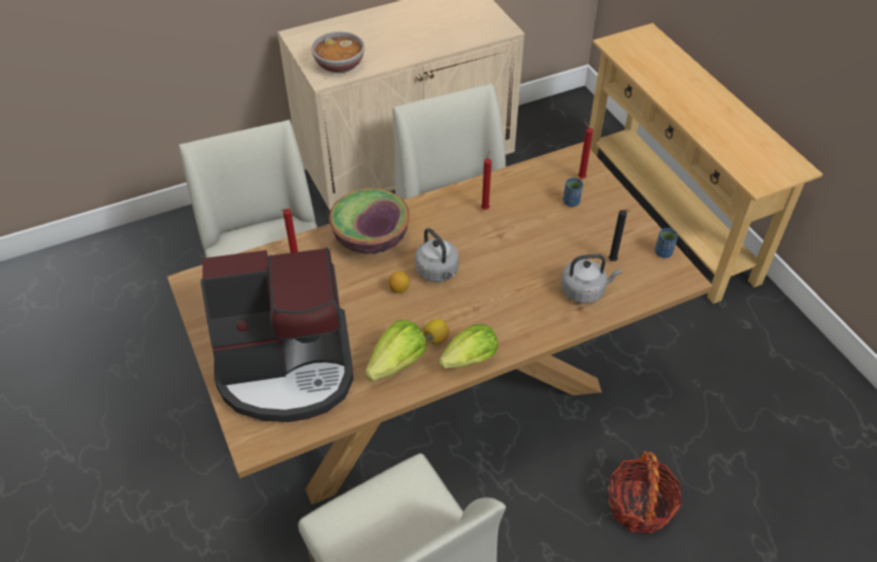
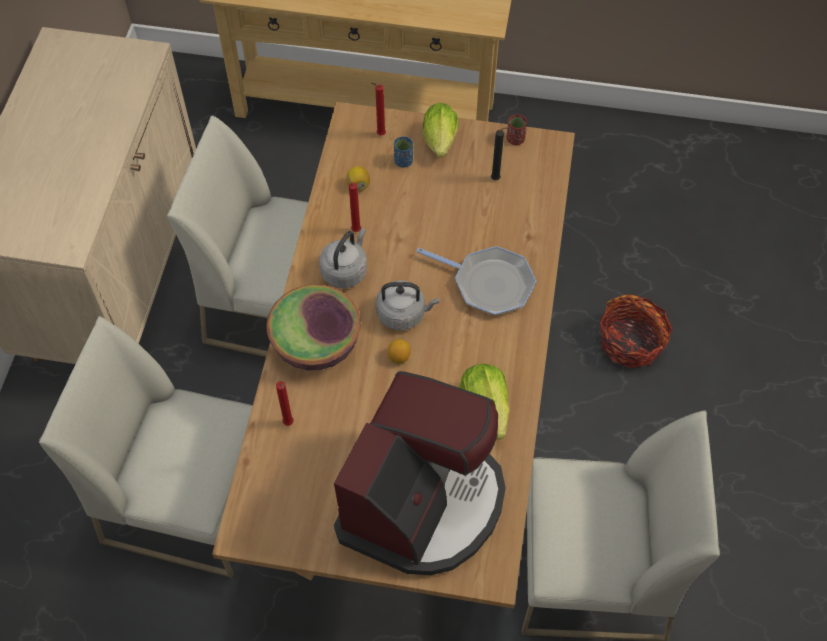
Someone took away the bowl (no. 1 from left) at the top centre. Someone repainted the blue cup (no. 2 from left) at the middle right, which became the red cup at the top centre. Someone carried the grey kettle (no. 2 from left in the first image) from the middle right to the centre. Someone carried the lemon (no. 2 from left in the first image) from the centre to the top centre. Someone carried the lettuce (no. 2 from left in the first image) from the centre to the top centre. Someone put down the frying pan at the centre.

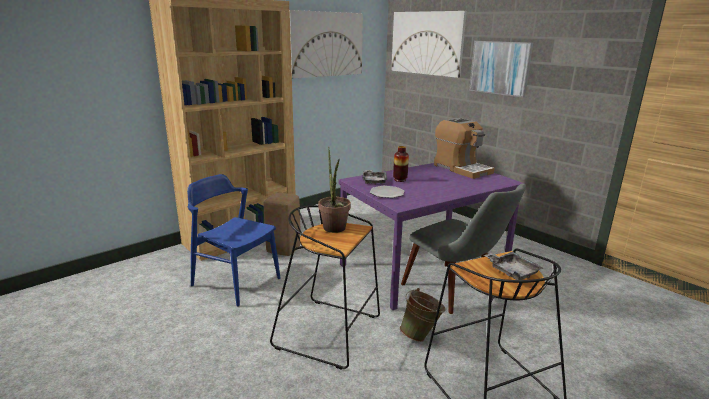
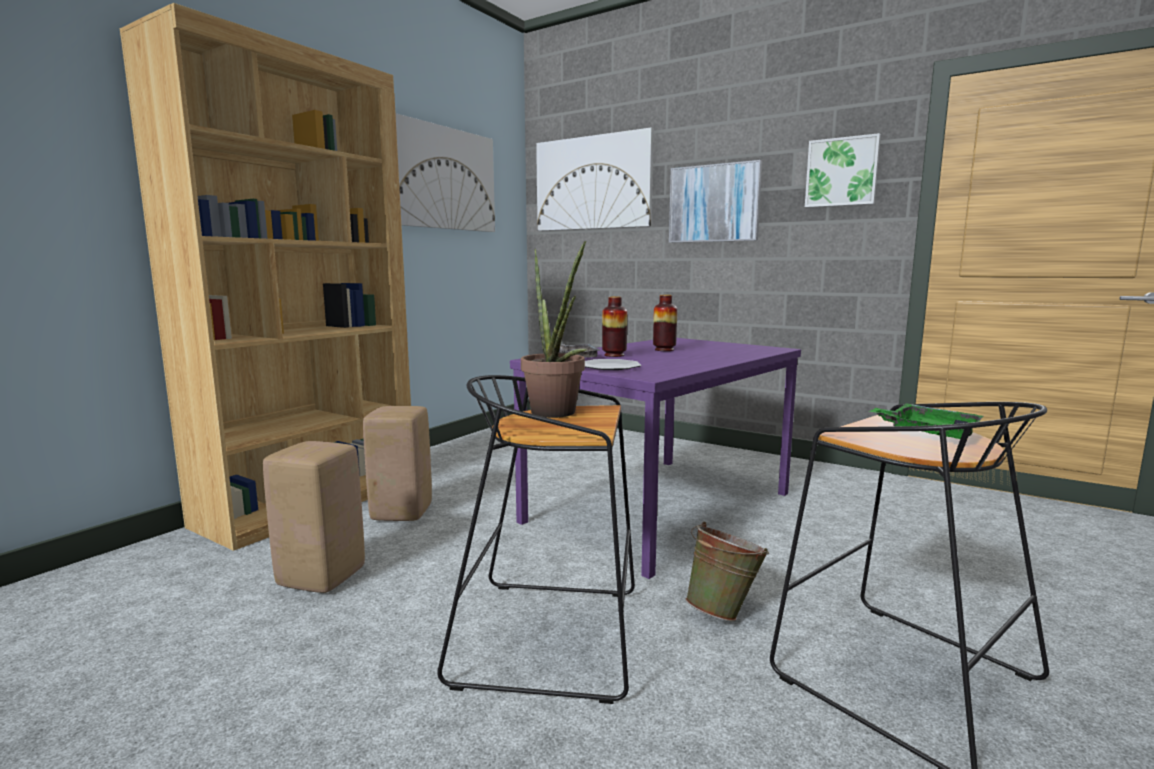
Someone took away the coffee machine at the centre. Someone swapped the blue chair at the middle left for the beige stool (no. 1 from left) at the bottom left. Someone took away the grey chair at the centre. Someone repainted the grey tray (no. 2 from left) at the bottom right, which became the green tray at the middle right. Someone put up the picture (no. 4 from left) at the top right. Someone put down the vase (no. 2 from left) at the centre.

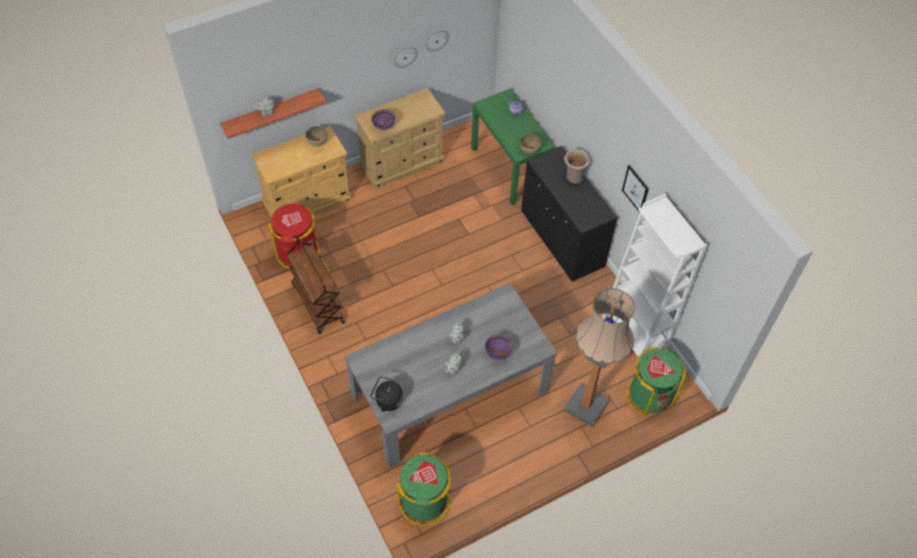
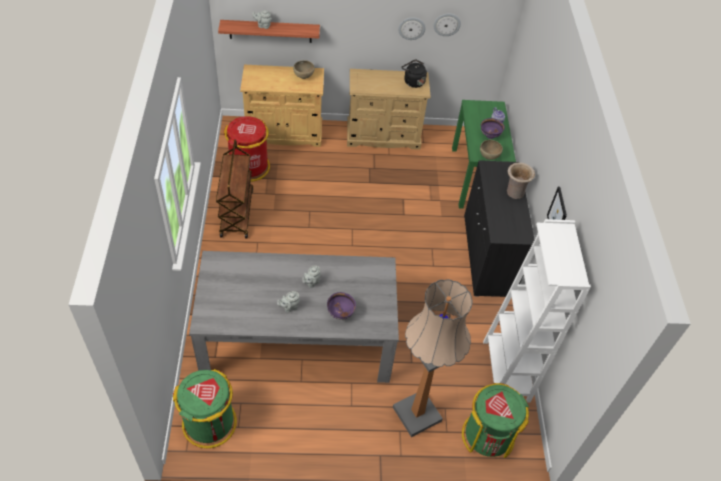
Someone carried the purple bowl (no. 1 from left in the first image) from the top centre to the top right. Someone carried the black kettle from the bottom centre to the top centre.

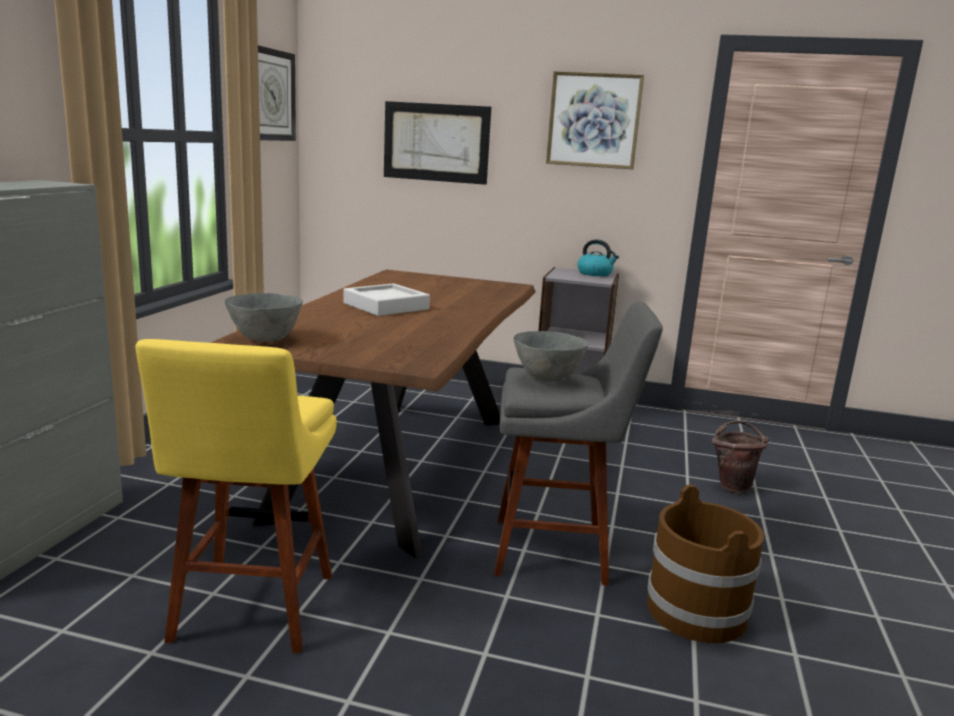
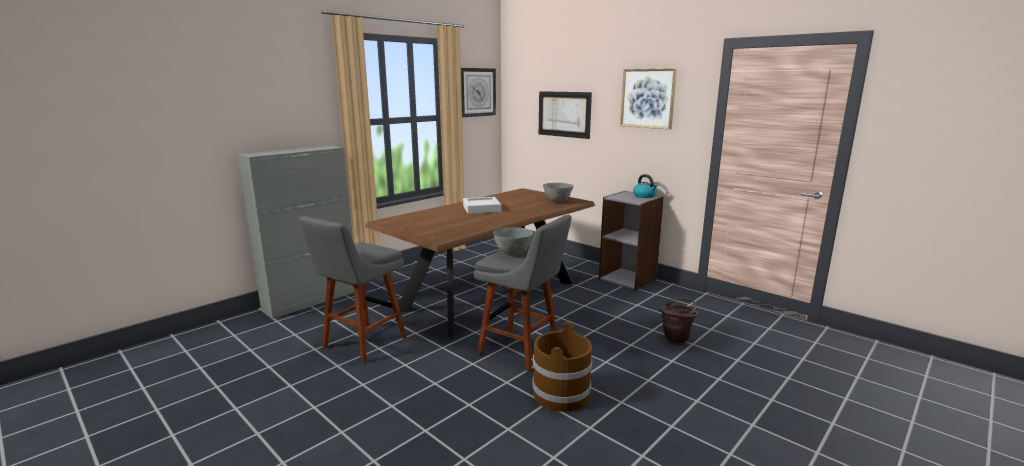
Someone carried the grey bowl (no. 1 from left in the first image) from the middle left to the centre. Someone repainted the yellow stool at the bottom left, which became the grey stool (no. 1 from left) at the centre.

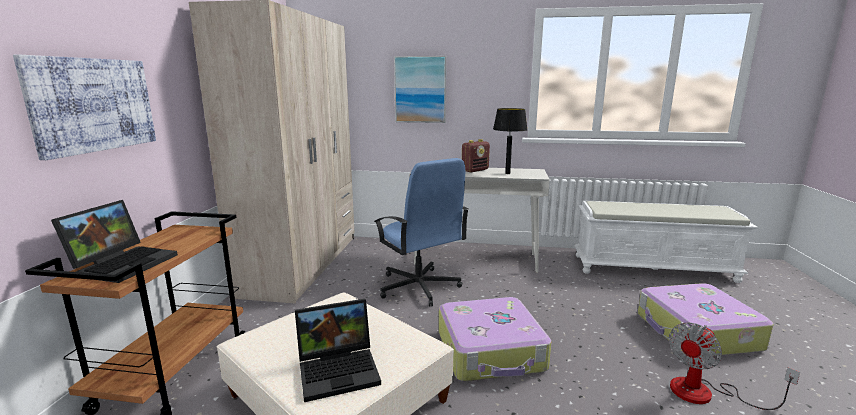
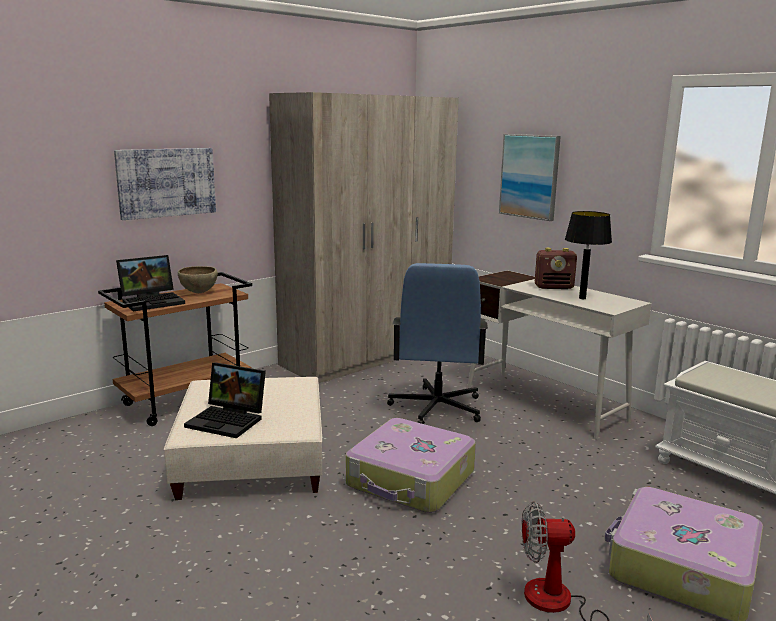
Someone put down the brown bowl at the middle left.

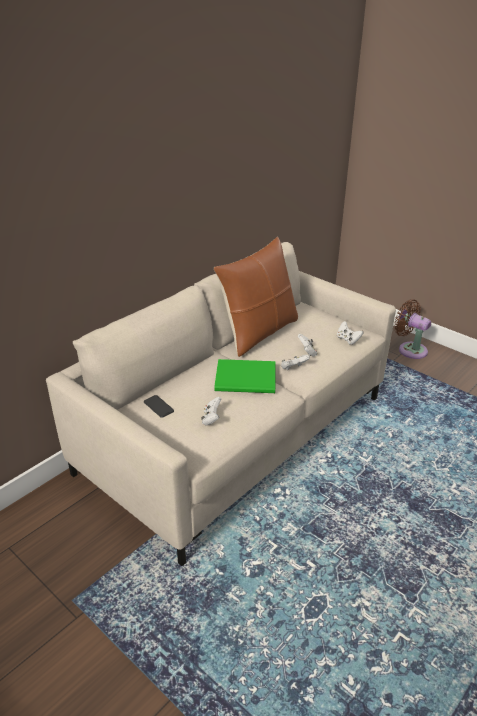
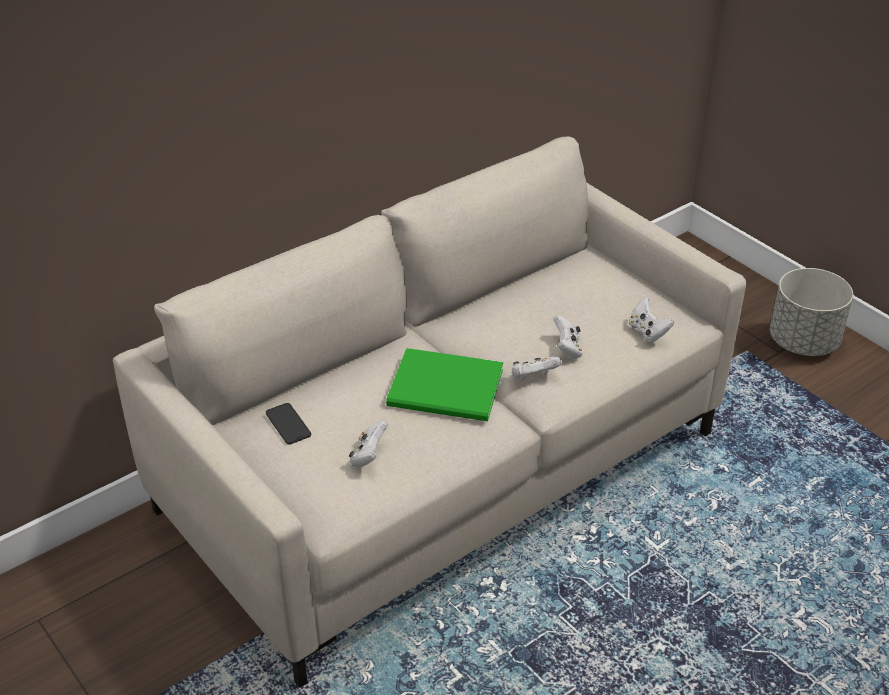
Someone took away the brown pillow at the centre. Someone swapped the brown fan at the middle right for the grey planter at the middle right.

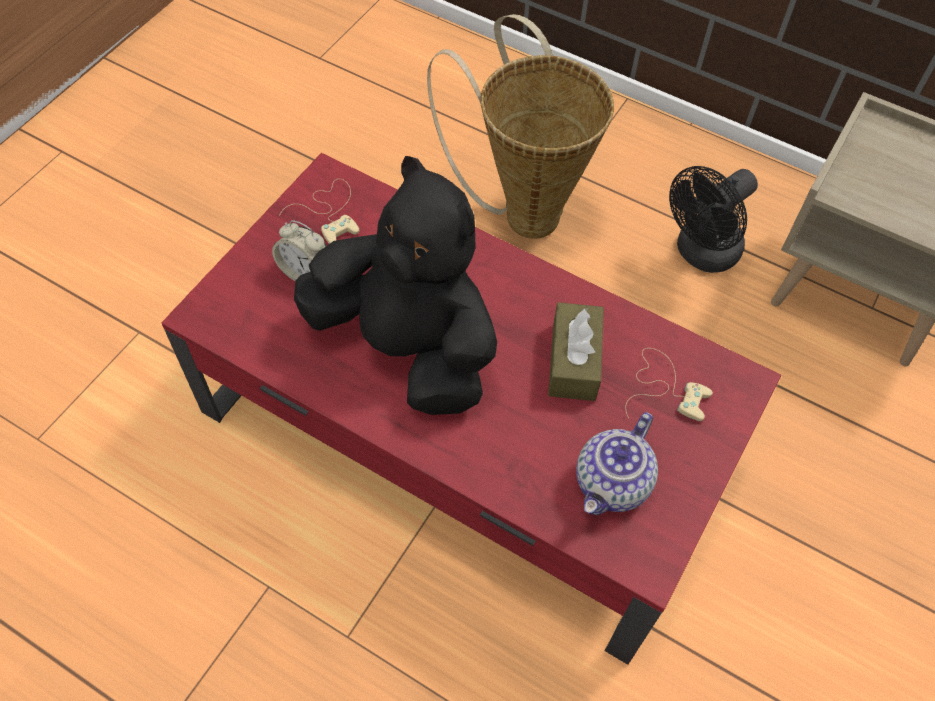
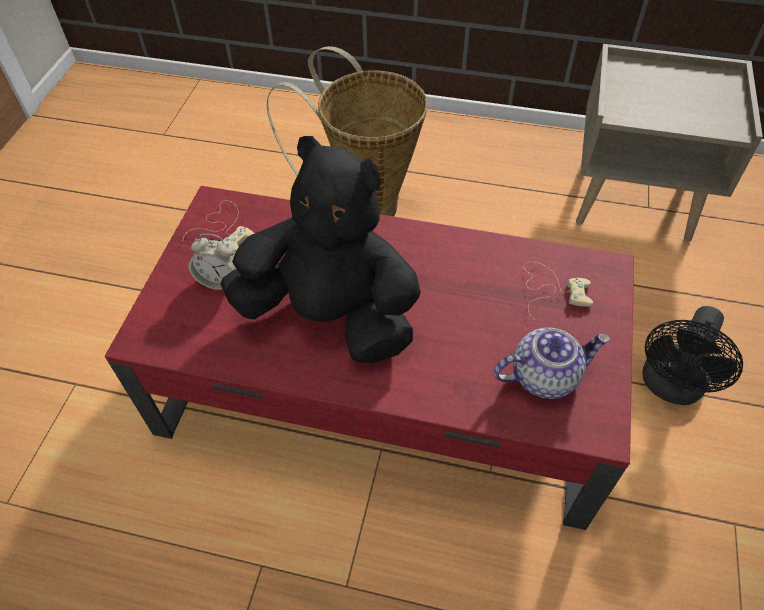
Someone carried the black fan from the top right to the middle right. Someone took away the brown tissue box at the centre. Someone rotated the teapot at the centre by 120 degrees counterclockwise.

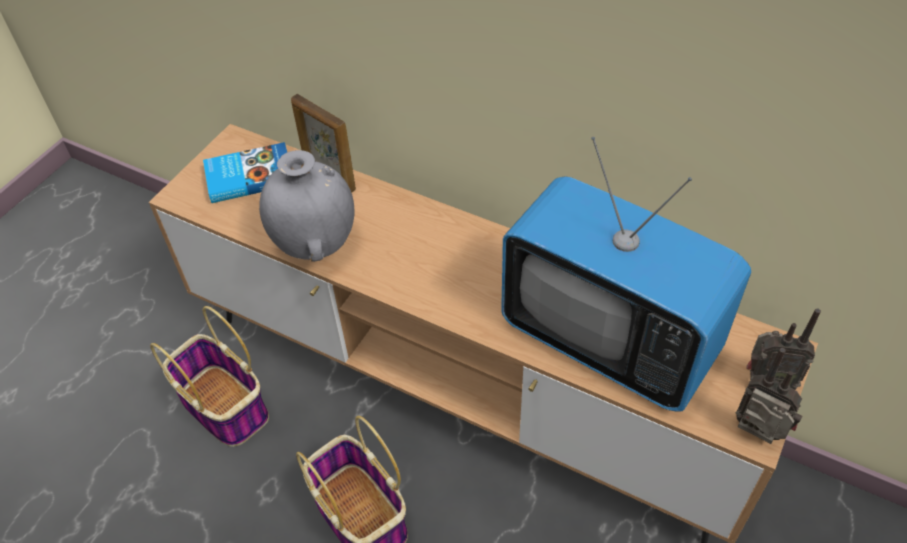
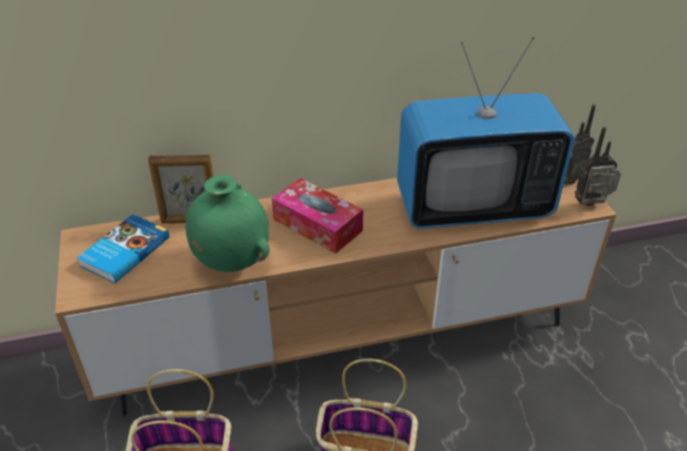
Someone repainted the grey vase at the centre, which became the green vase at the middle left. Someone put down the tissue box at the centre.

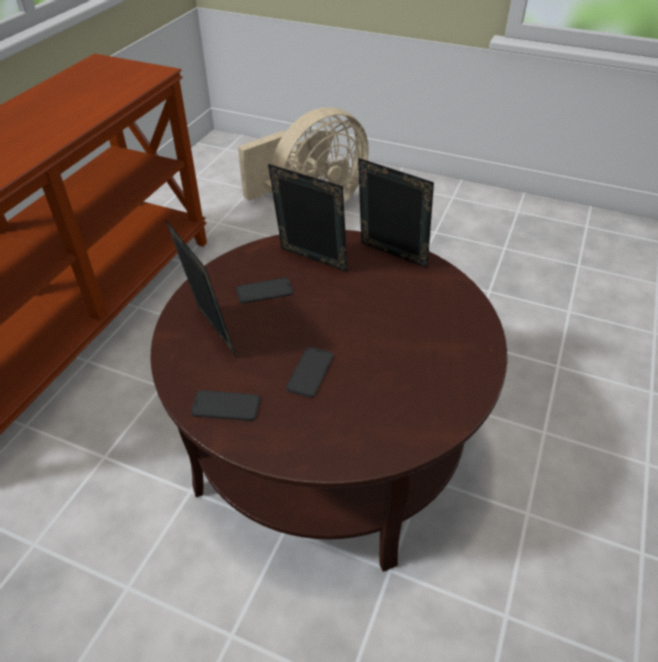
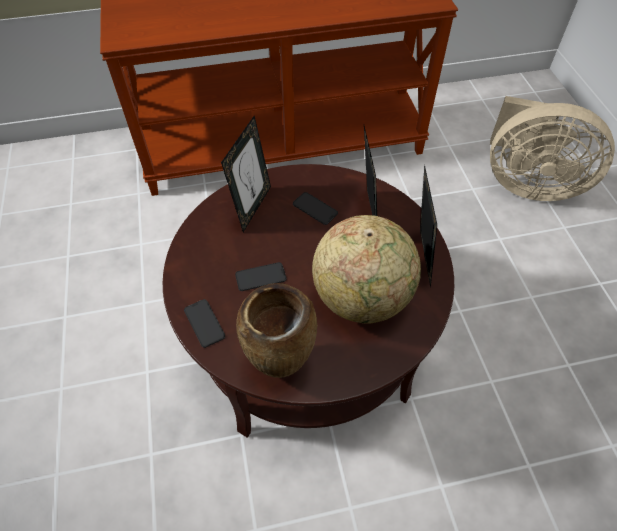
Someone carried the phone (no. 1 from left) from the centre to the middle left. Someone put down the globe at the centre. Someone put down the brown vase at the centre.

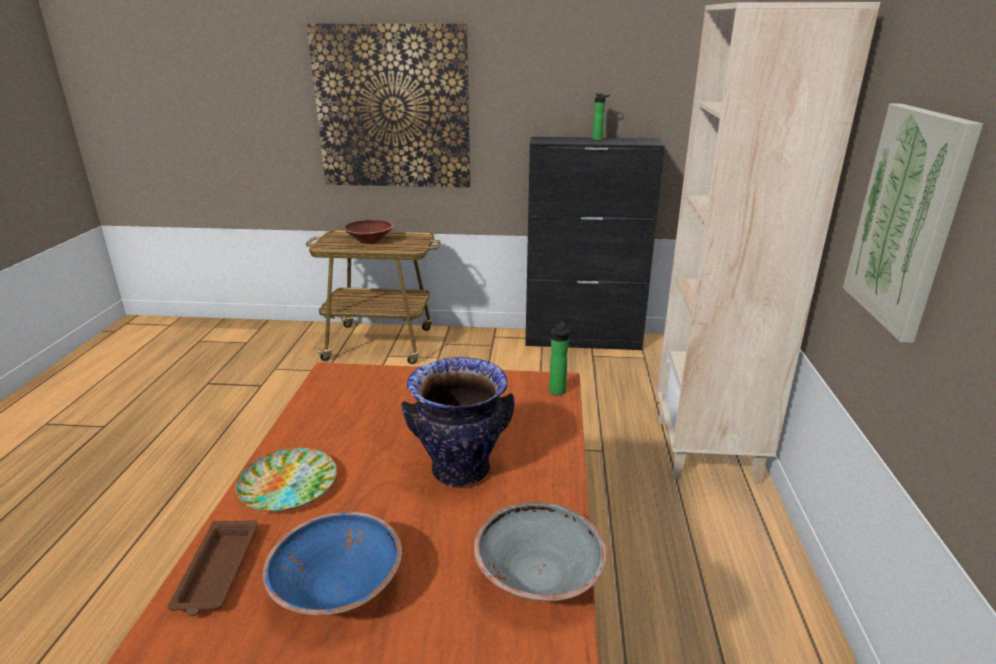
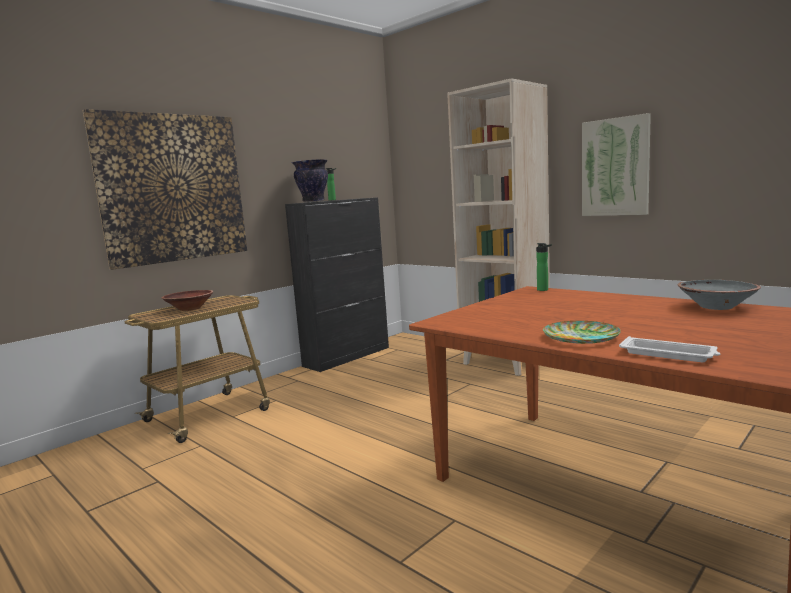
Someone carried the vase from the centre to the top centre. Someone took away the blue bowl at the bottom centre. Someone repainted the brown tray at the bottom left, which became the white tray at the middle right.

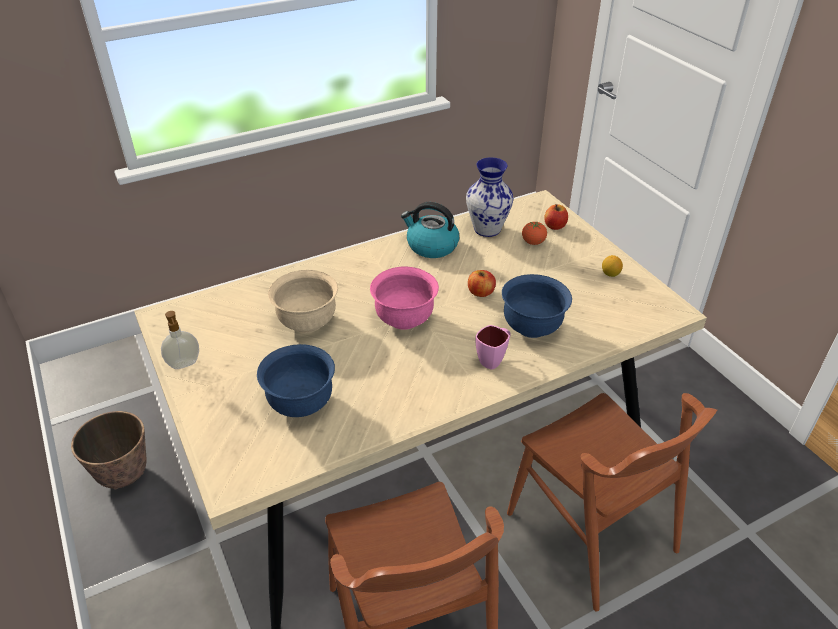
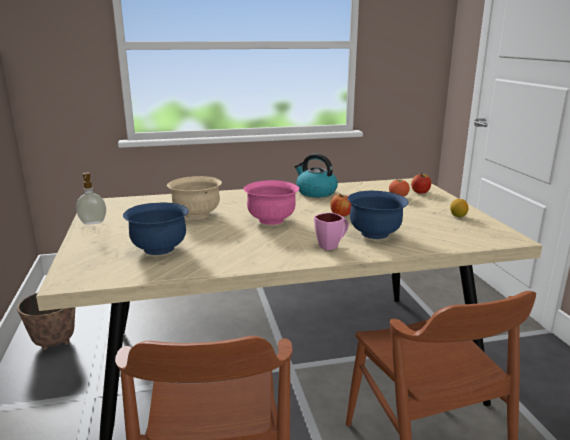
Someone took away the vase at the top centre.

